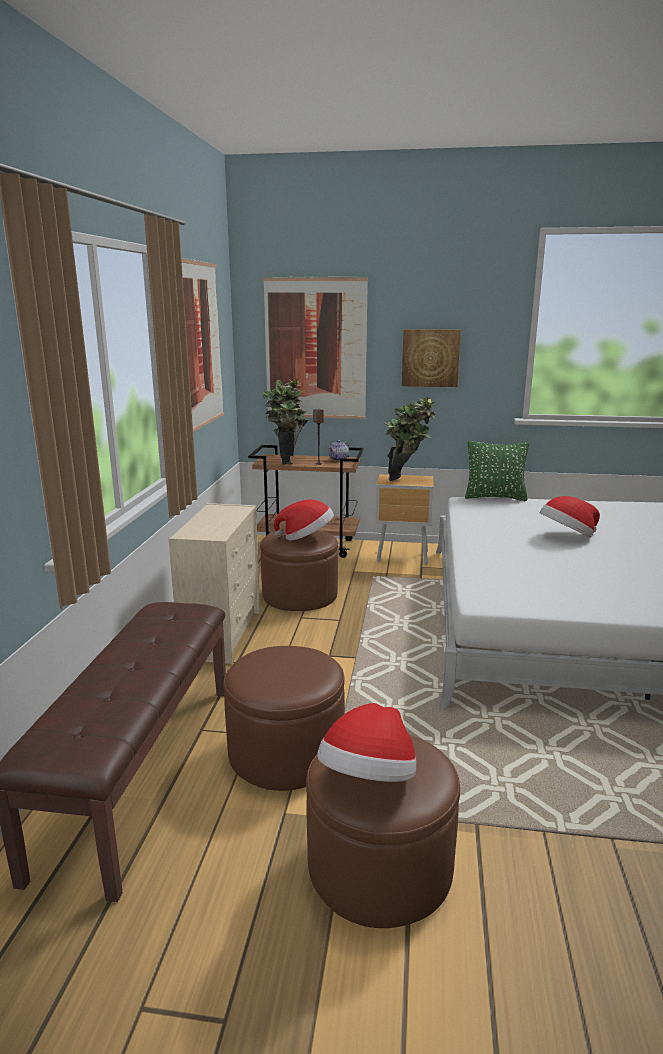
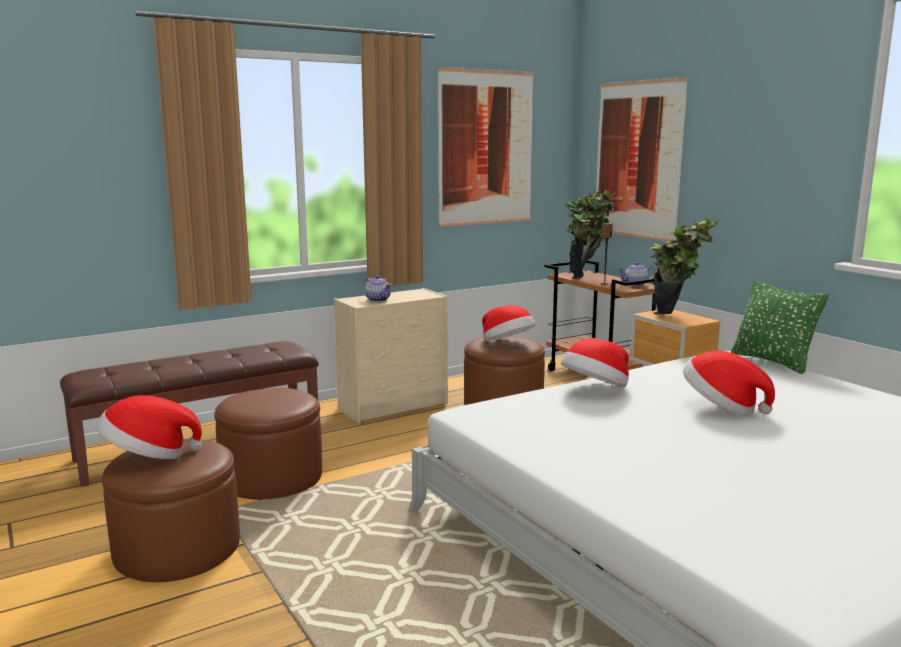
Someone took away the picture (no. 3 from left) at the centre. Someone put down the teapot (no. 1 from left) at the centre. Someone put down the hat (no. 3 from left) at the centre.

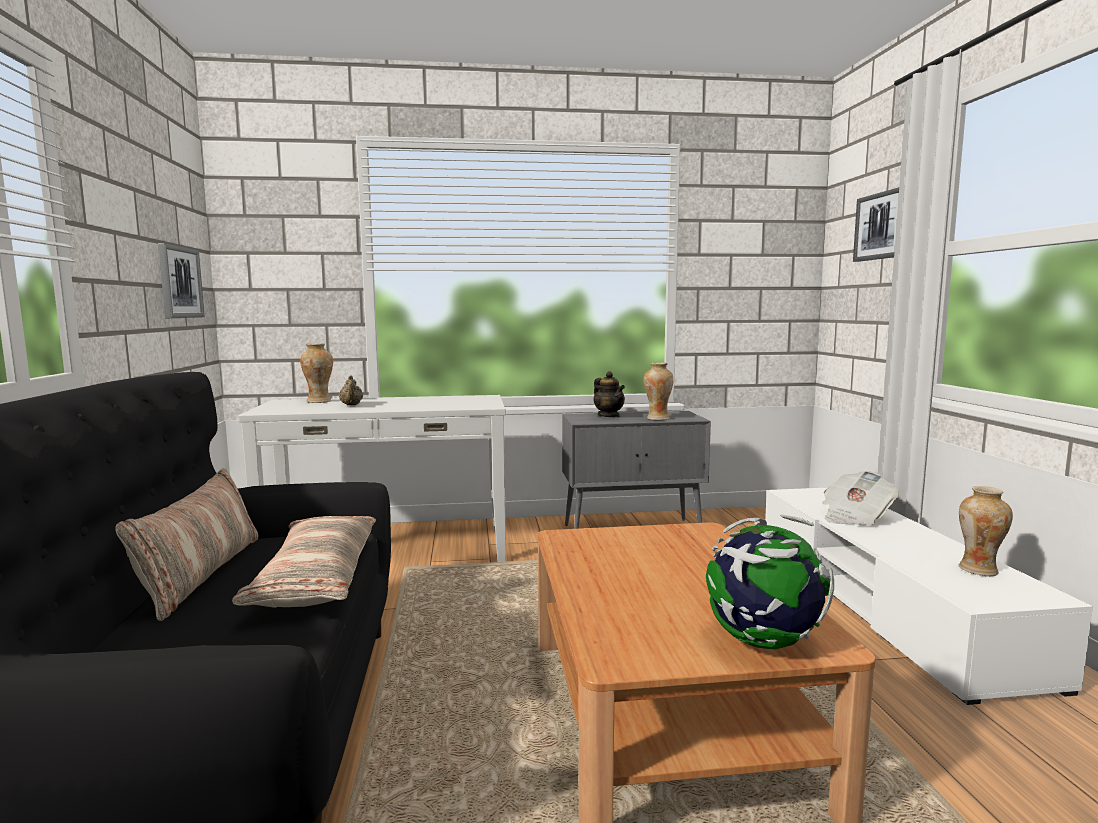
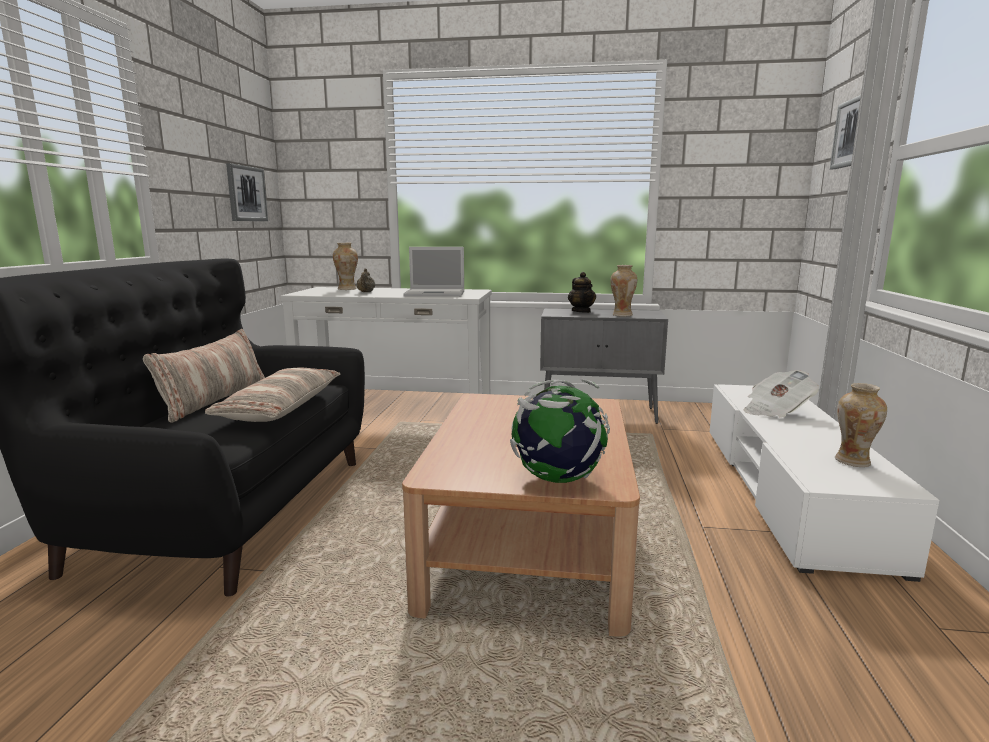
Someone put down the laptop at the centre.

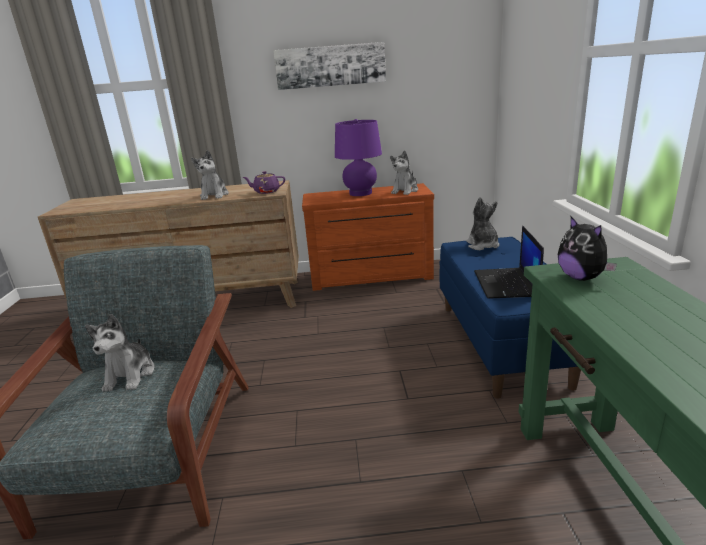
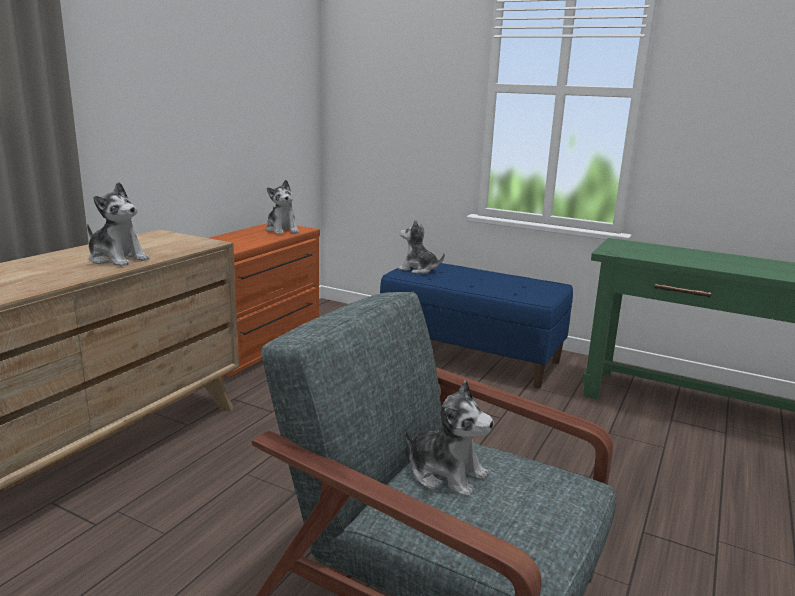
Someone took away the picture at the top centre. Someone took away the purple table lamp at the top centre. Someone took away the purple teapot at the centre. Someone took away the plush toy (no. 5 from left) at the middle right. Someone took away the laptop at the middle right.

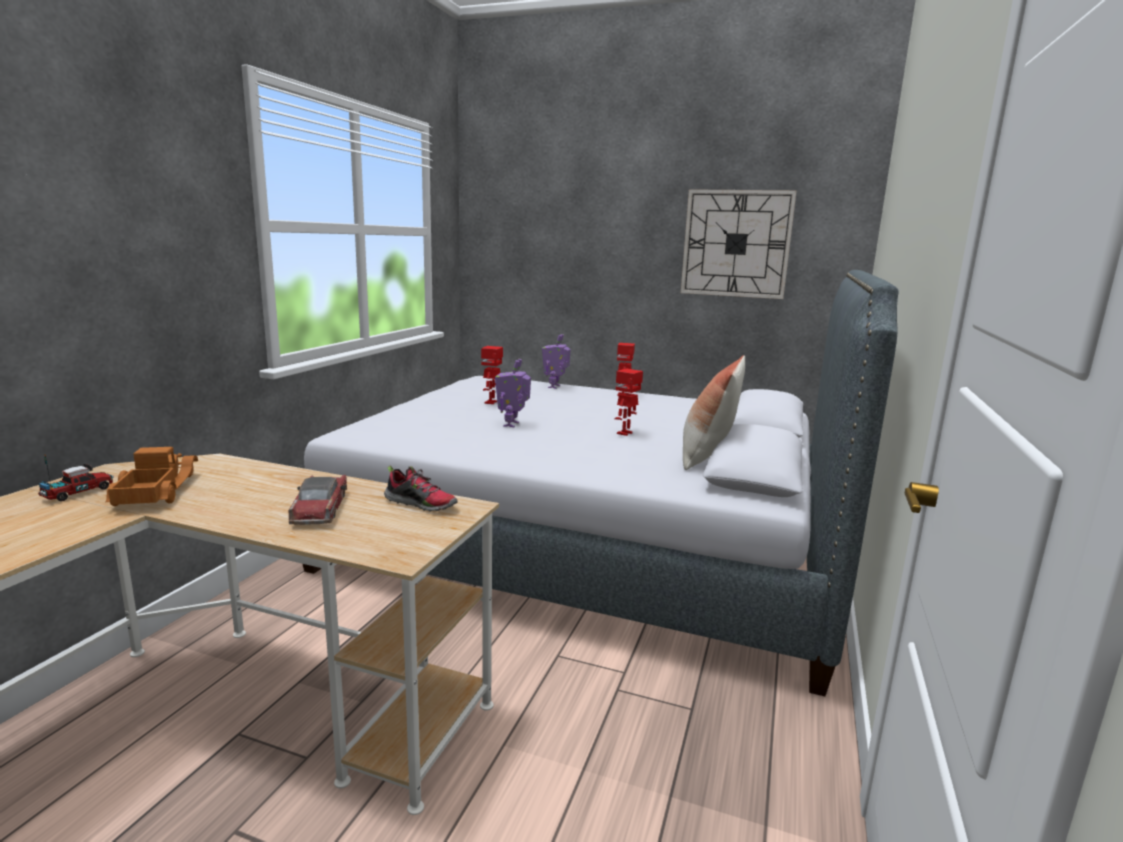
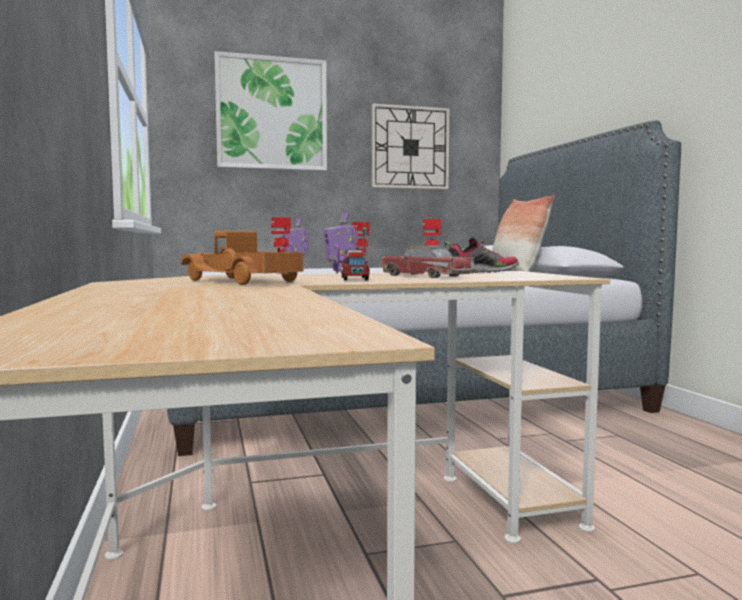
Someone carried the toy truck (no. 1 from left in the first image) from the middle left to the centre. Someone put up the picture at the top centre.

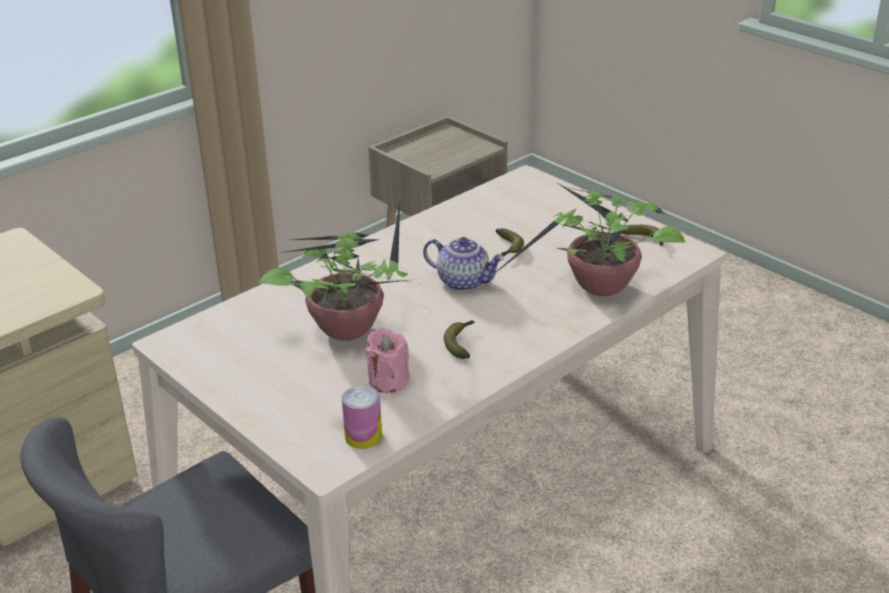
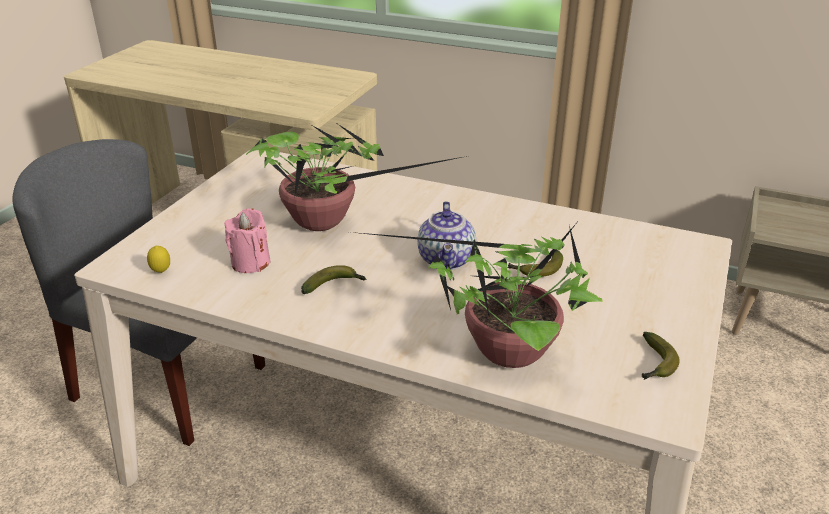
Someone swapped the can at the bottom centre for the lemon at the middle left.

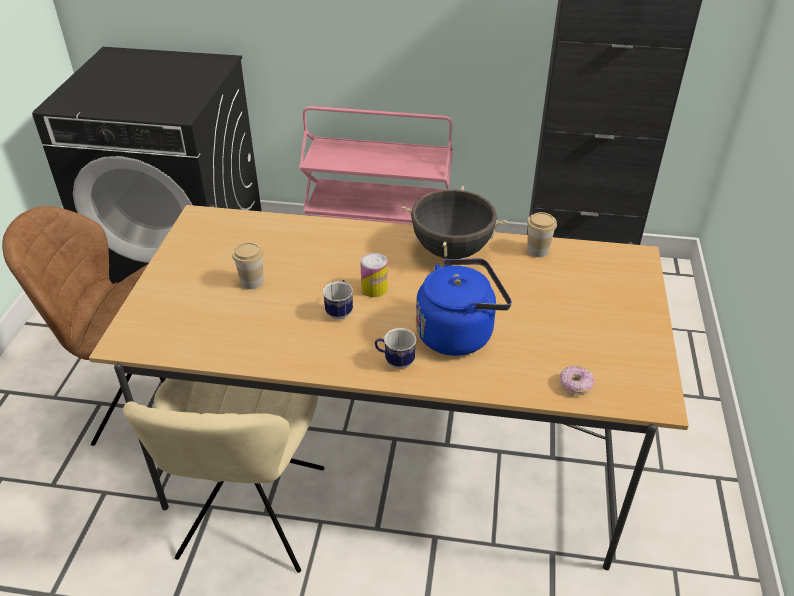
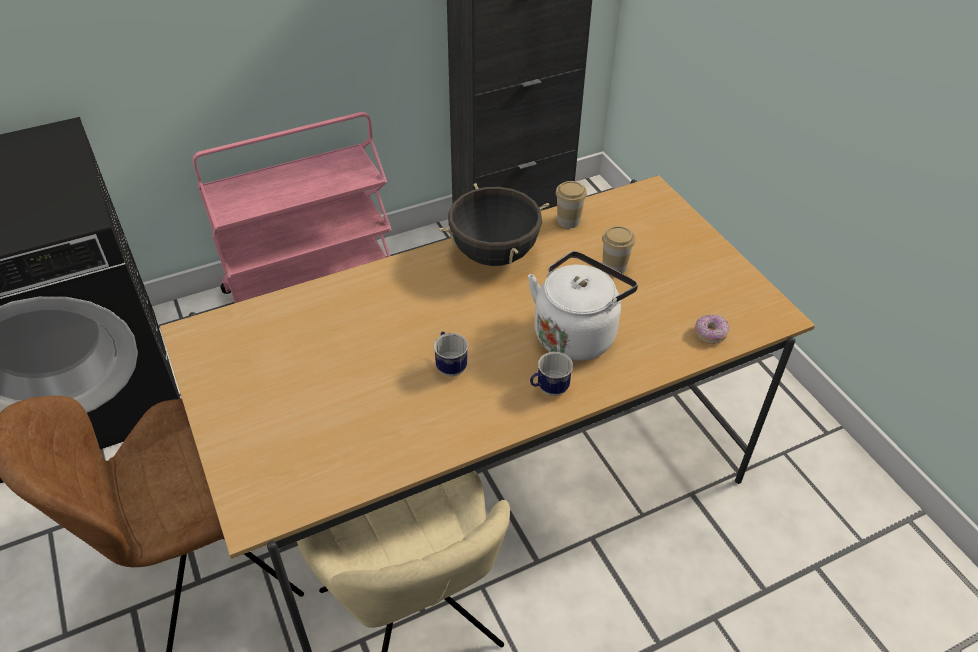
Someone carried the cup (no. 1 from left in the first image) from the middle left to the centre. Someone took away the can at the centre. Someone repainted the blue kettle at the centre, which became the white kettle at the centre.

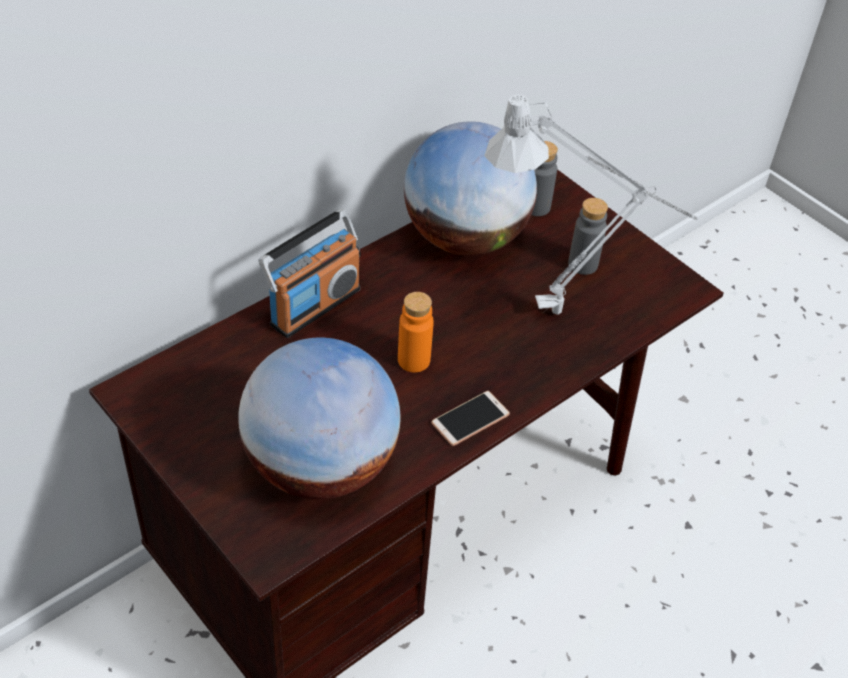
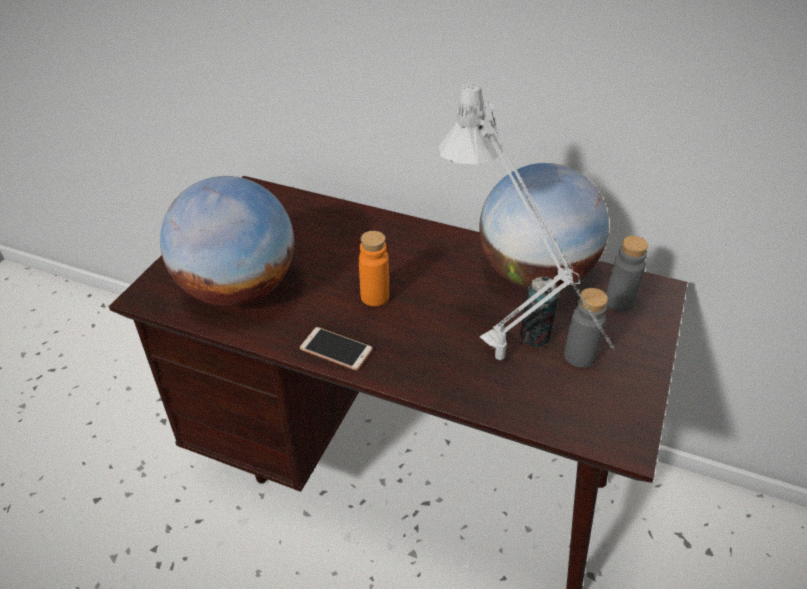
Someone took away the radio at the centre. Someone put down the can at the middle right.

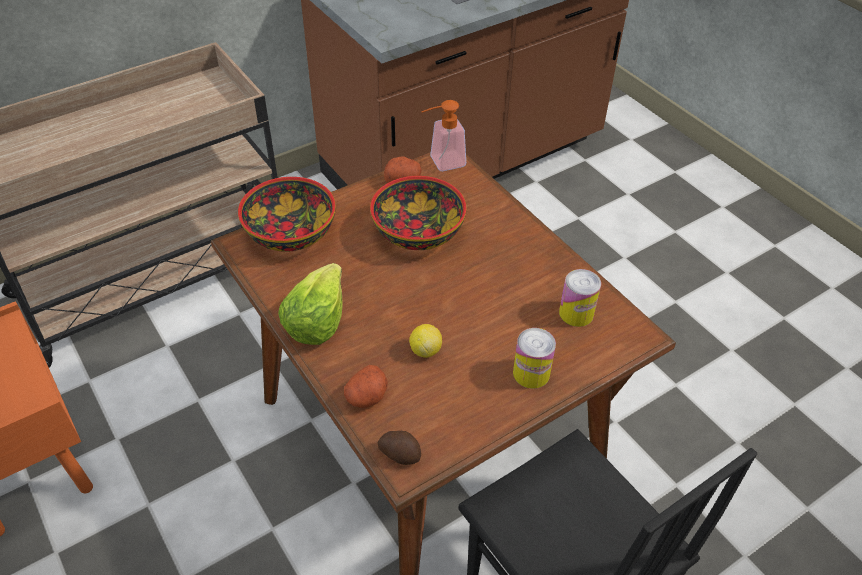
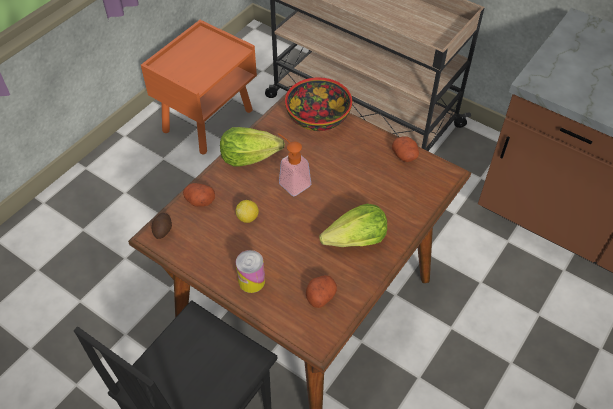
Someone carried the soap dispenser from the top centre to the centre. Someone took away the bowl (no. 2 from left) at the centre. Someone swapped the can (no. 2 from left) at the middle right for the potato (no. 3 from left) at the bottom centre. Someone put down the lettuce (no. 2 from left) at the centre.

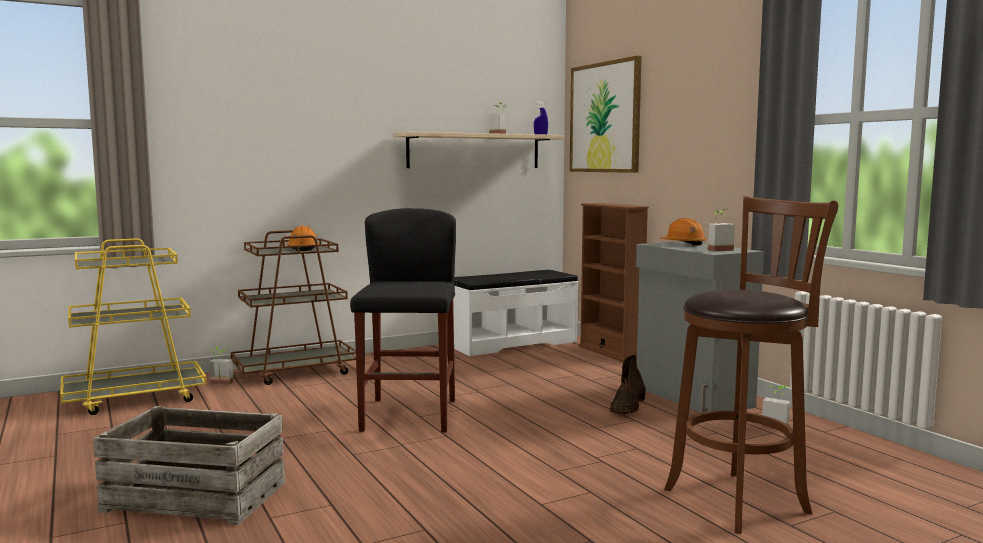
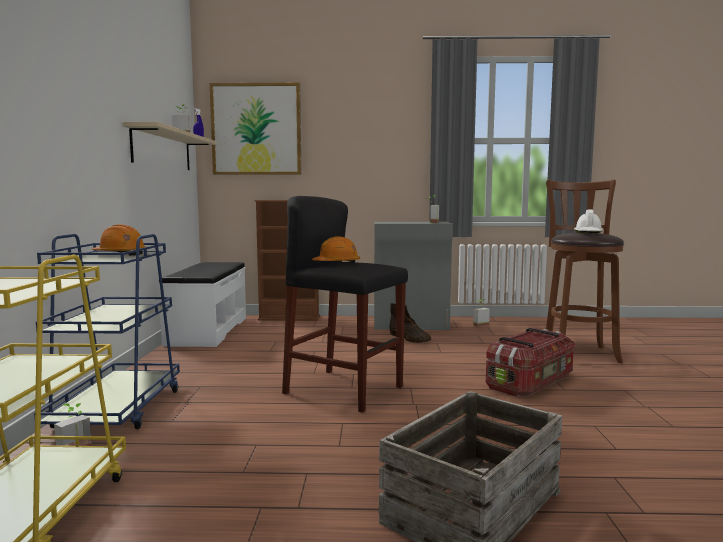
Someone carried the orange hard hat (no. 2 from left) from the middle right to the centre. Someone repainted the brown cart at the middle left, which became the blue cart at the middle left. Someone put down the white hard hat at the middle right. Someone put down the storage box at the bottom right.

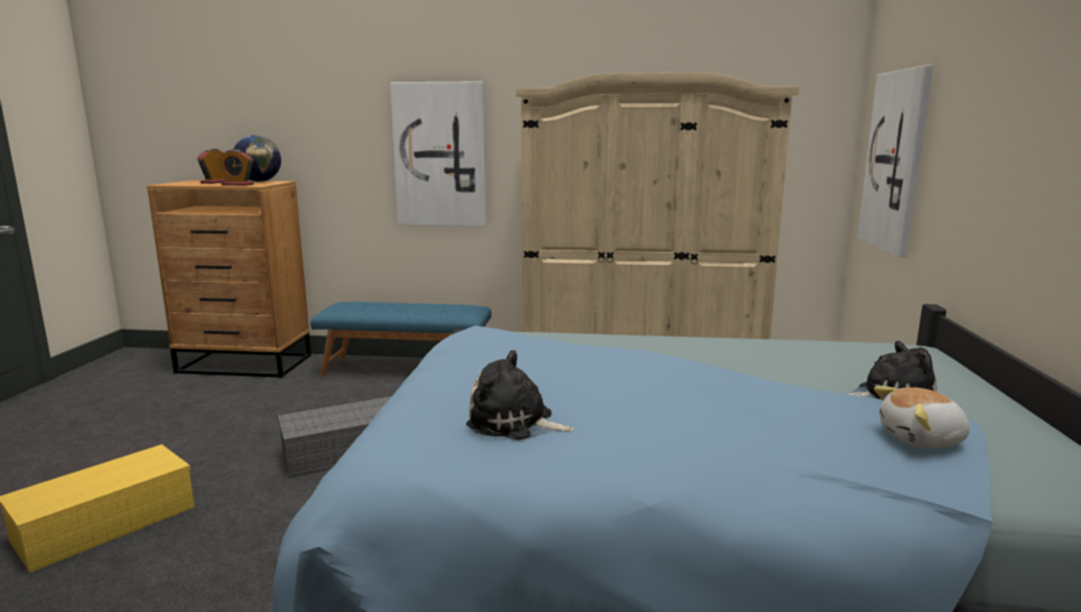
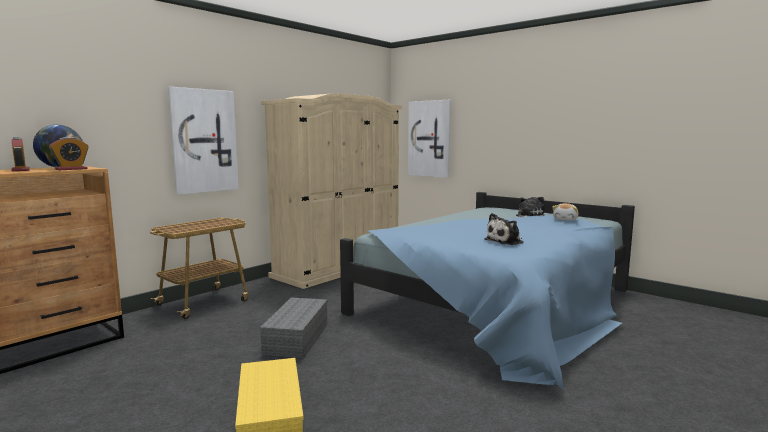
Someone swapped the blue bench at the centre for the cart at the middle left.

